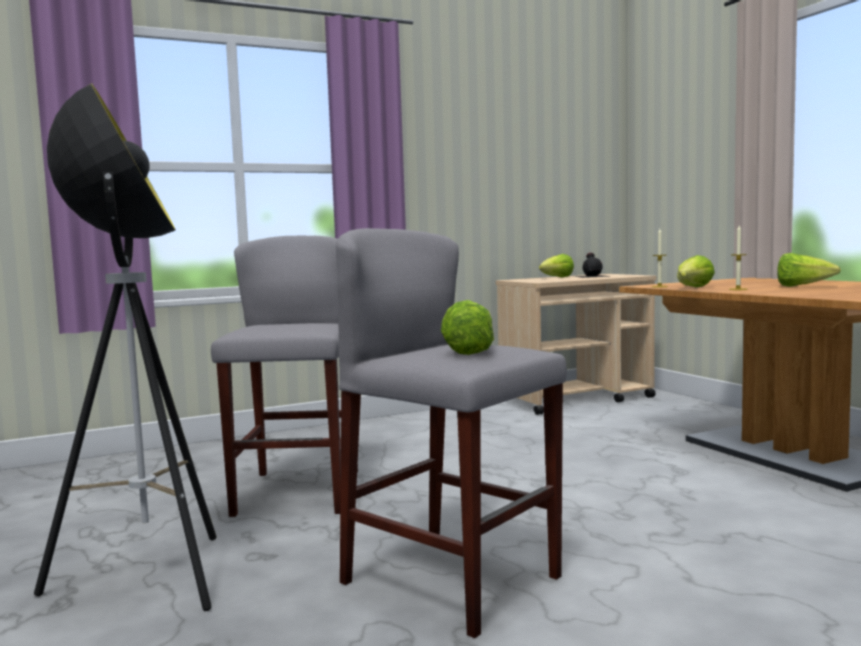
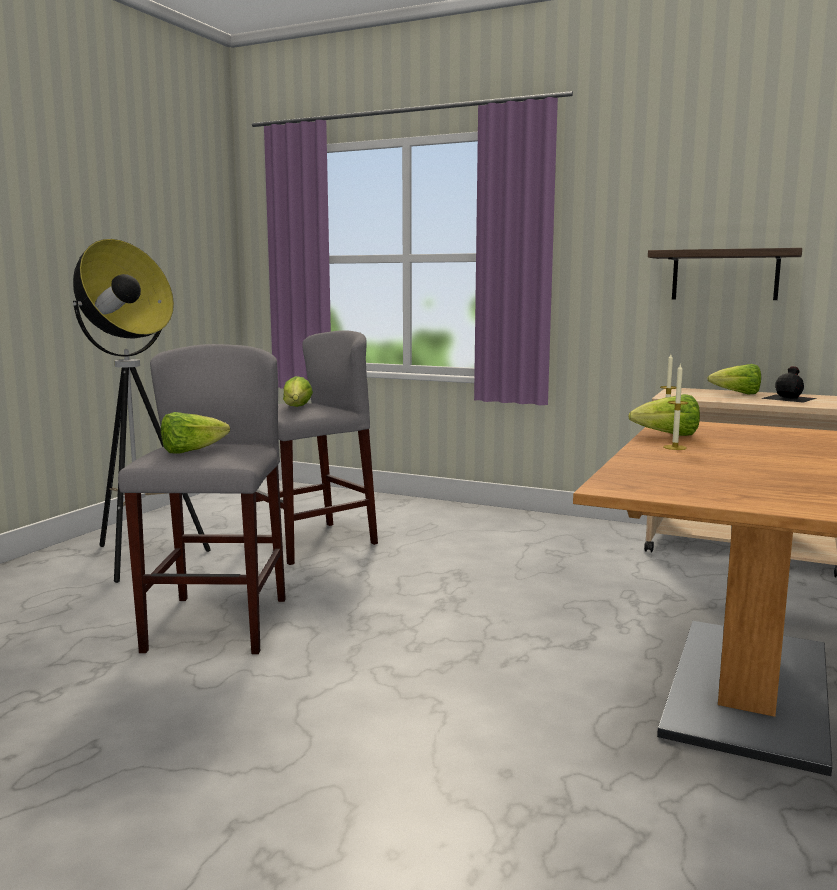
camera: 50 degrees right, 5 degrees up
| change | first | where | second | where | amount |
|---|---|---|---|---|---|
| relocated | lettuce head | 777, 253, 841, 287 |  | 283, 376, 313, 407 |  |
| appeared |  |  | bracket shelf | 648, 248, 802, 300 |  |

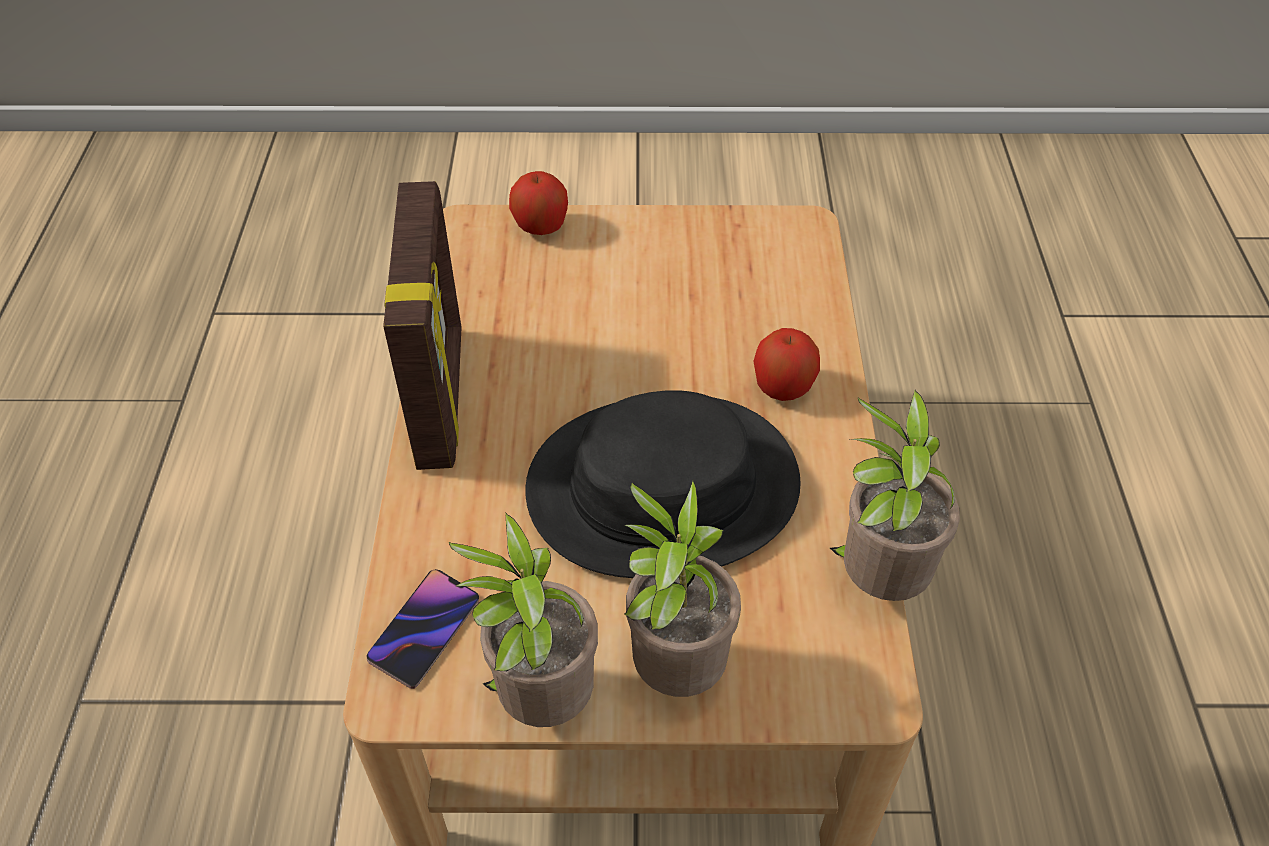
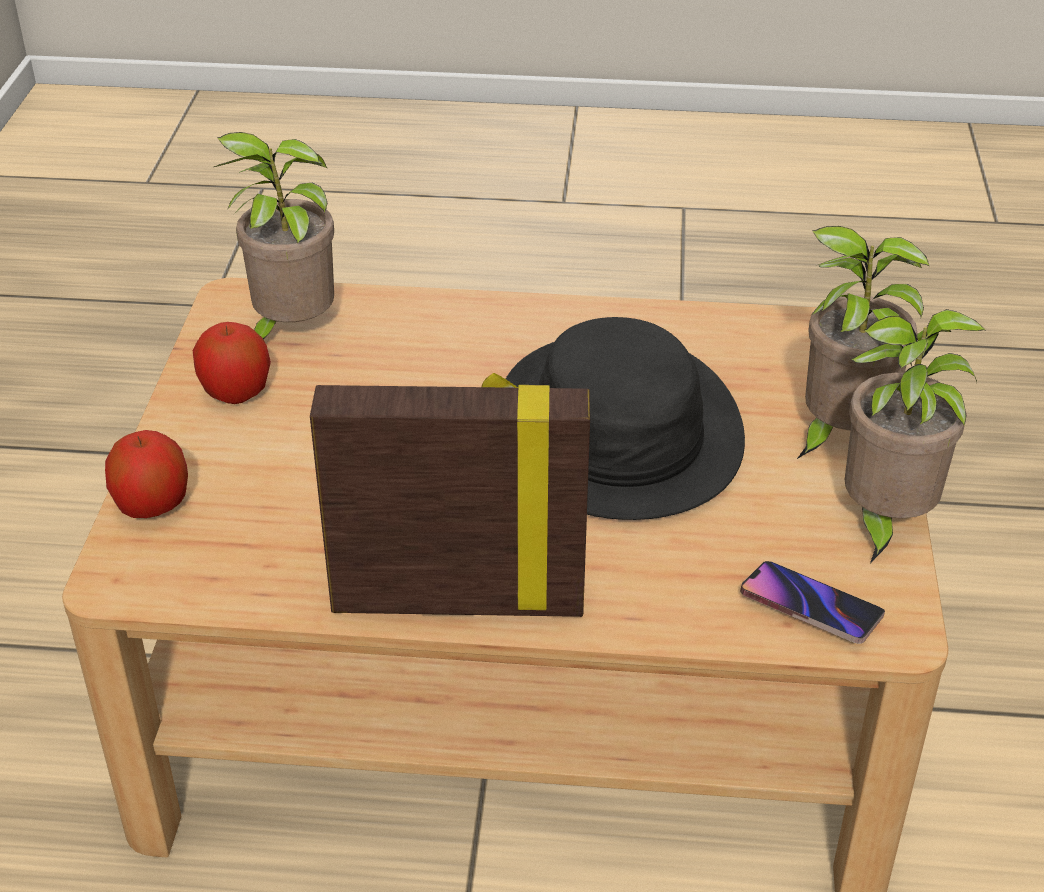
camera: 85 degrees left, 10 degrees down
| change | first | where | second | where | amount |
|---|---|---|---|---|---|
| relocated | apple fruit | 754, 328, 820, 401 |  | 193, 322, 271, 404 |  |
| relocated | houseplant | 830, 390, 960, 601 |  | 214, 132, 334, 339 |  |

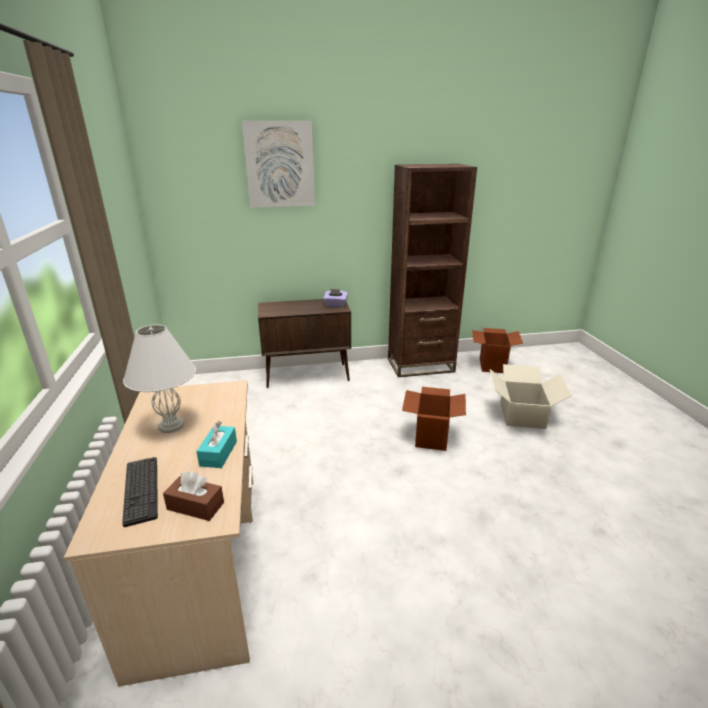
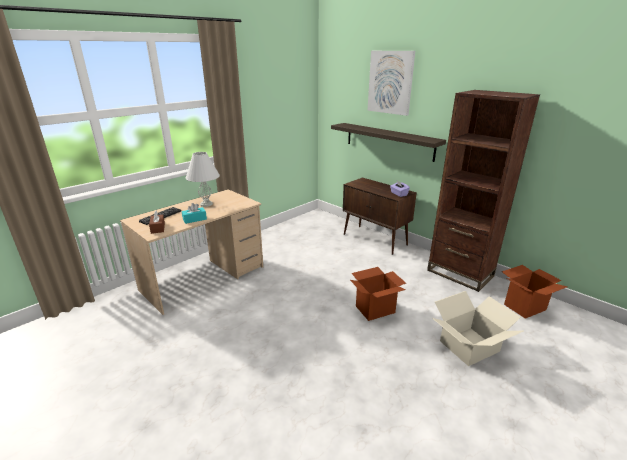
camera: 55 degrees right, 0 degrees up
| change | first | where | second | where | amount |
|---|---|---|---|---|---|
| appeared |  |  | bracket shelf | 331, 123, 446, 162 |  |

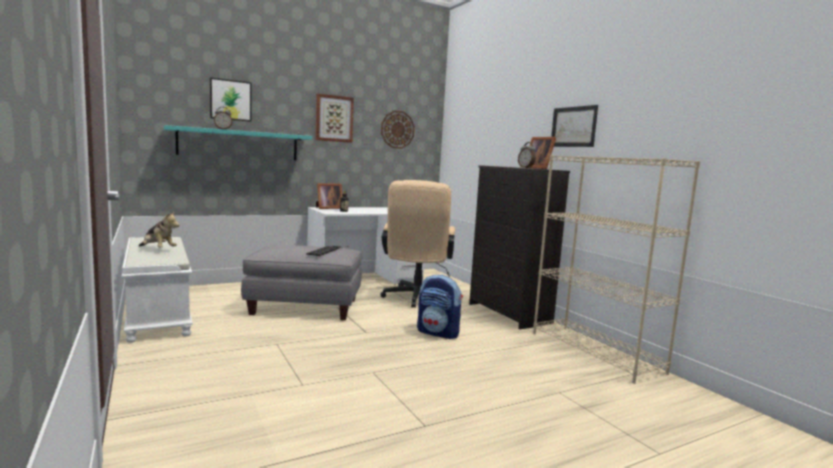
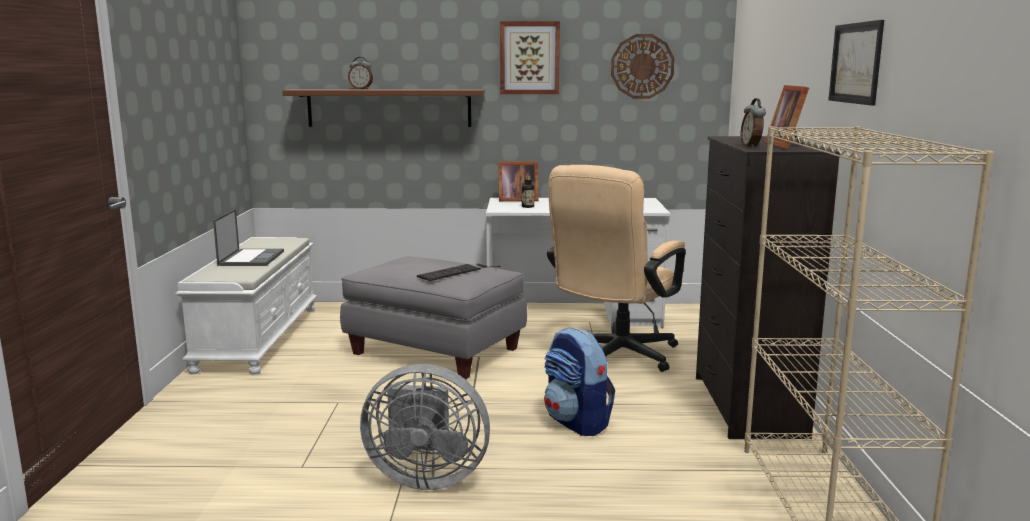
camera: 30 degrees right, 5 degrees up
| change | first | where | second | where | amount |
|---|---|---|---|---|---|
| exchanged | plush toy | 139, 211, 179, 247 | laptop | 213, 209, 284, 266 |  |
| colour | blue-green bracket shelf | 164, 125, 312, 160 | brown bracket shelf | 282, 89, 485, 127 |  |
| missing | wall picture | 210, 77, 252, 122 |  |  |  |
| appeared |  |  | gray cooling fan | 360, 364, 490, 490 |  |

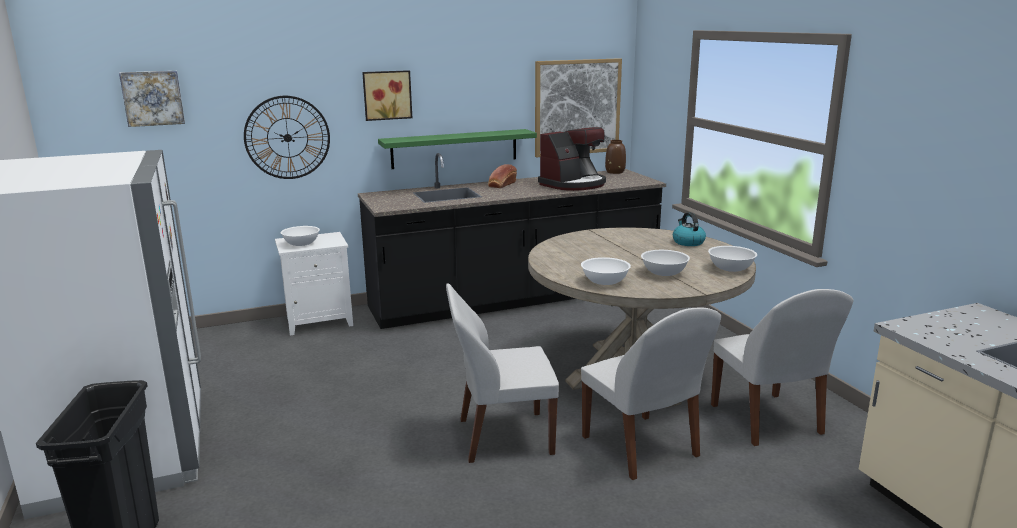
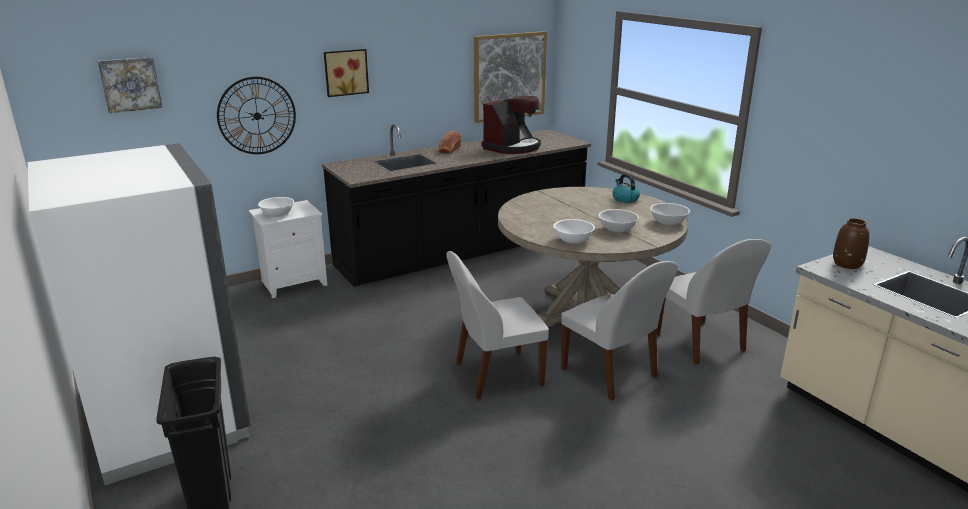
camera: 10 degrees left, 5 degrees up
| change | first | where | second | where | amount |
|---|---|---|---|---|---|
| missing | greenish bracket shelf | 378, 129, 537, 169 |  |  |  |
| relocated | brown vase | 605, 140, 626, 174 |  | 833, 218, 870, 269 |  |

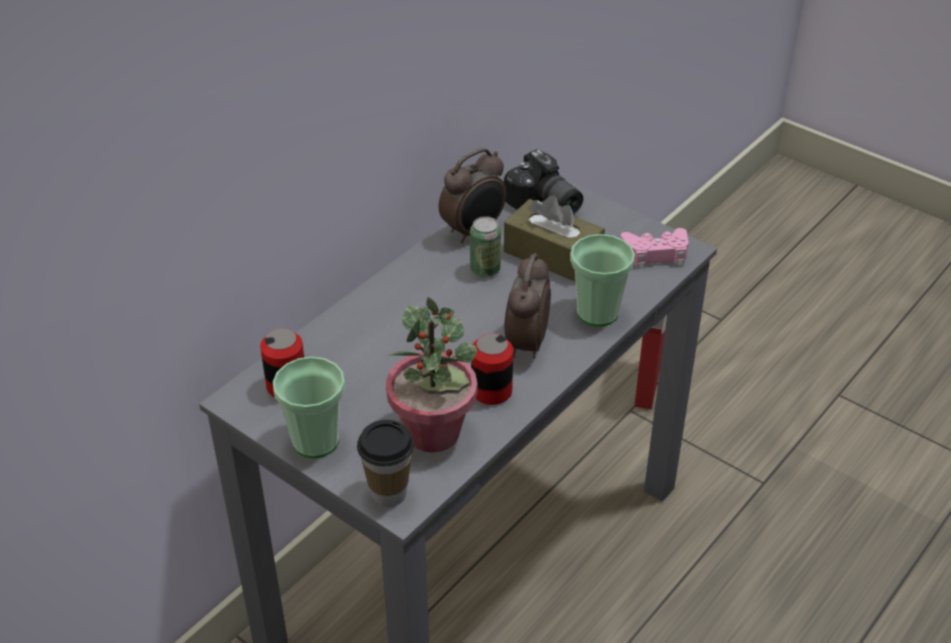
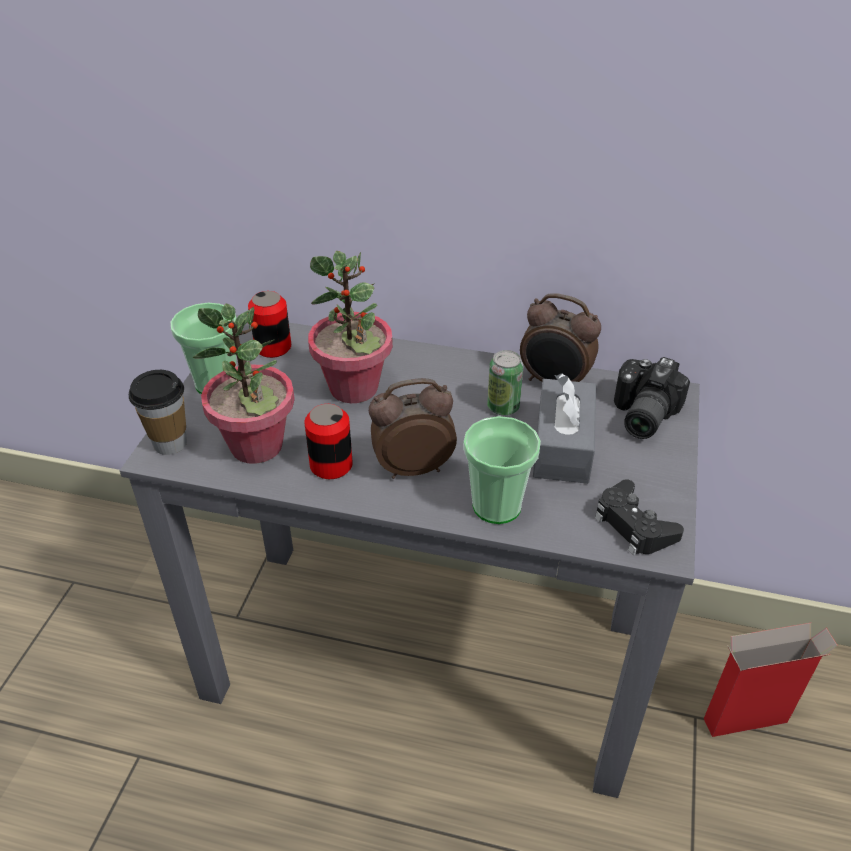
camera: 65 degrees right, 0 degrees up
| change | first | where | second | where | amount |
|---|---|---|---|---|---|
| colour | brown box of tissues | 504, 195, 605, 282 | gray box of tissues | 533, 373, 596, 484 |  |
| colour | pinkish game controller | 620, 228, 689, 269 | black-coloured game controller | 595, 479, 684, 555 |  |
| appeared |  |  | houseplant | 308, 251, 393, 403 |  |

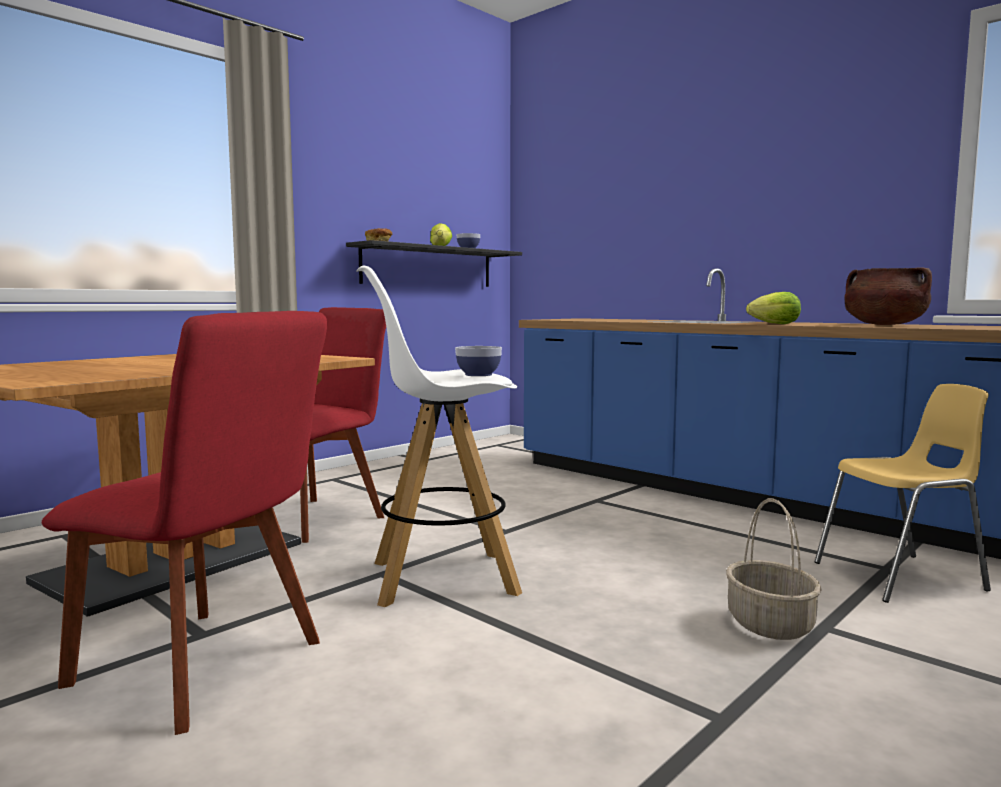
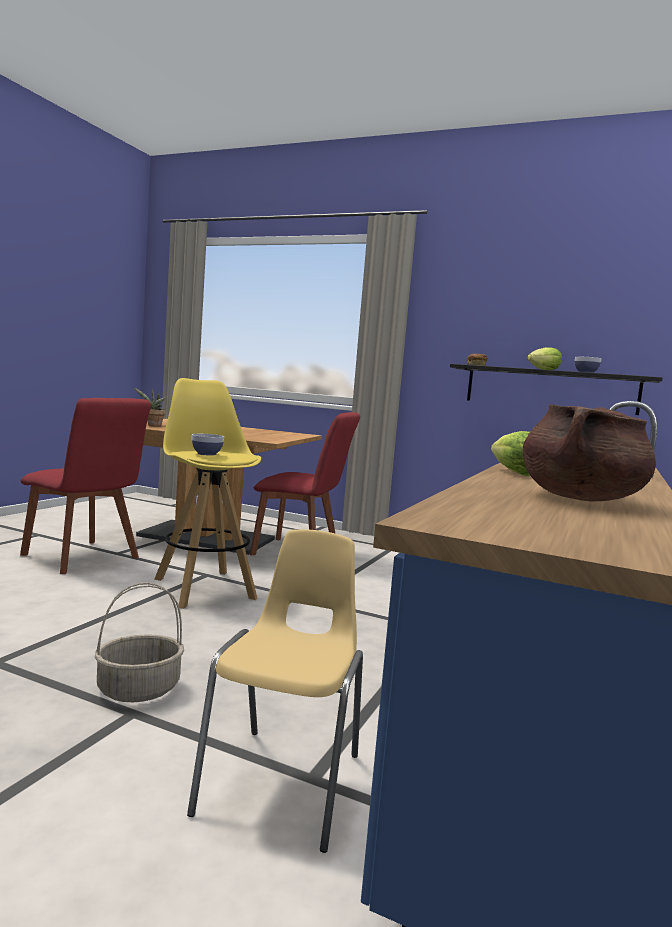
camera: 70 degrees right, 0 degrees up
| change | first | where | second | where | amount |
|---|---|---|---|---|---|
| spun | red-coloured plain chair | 42, 311, 327, 735 |  | 20, 398, 151, 574 | 60 degrees counterclockwise |
| colour | white-coloured stool seat | 356, 266, 522, 607 | yellow-coloured stool seat | 154, 378, 261, 609 |  |
| spun | yellow-coloured plain chair | 814, 384, 991, 603 |  | 187, 529, 363, 853 | 135 degrees counterclockwise |
| appeared |  |  | houseplant | 133, 387, 167, 426 |  |

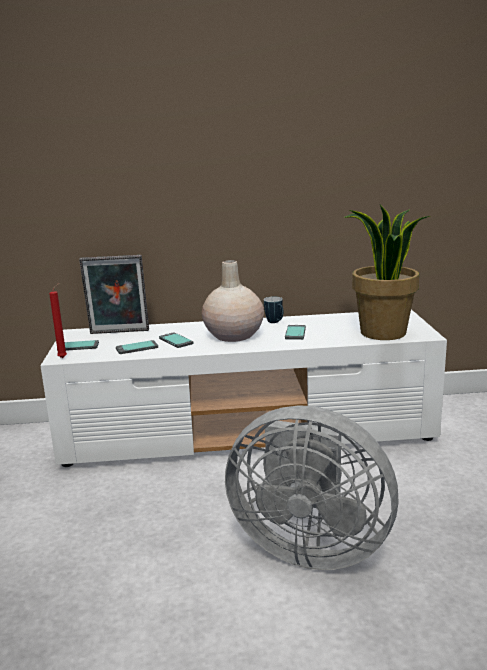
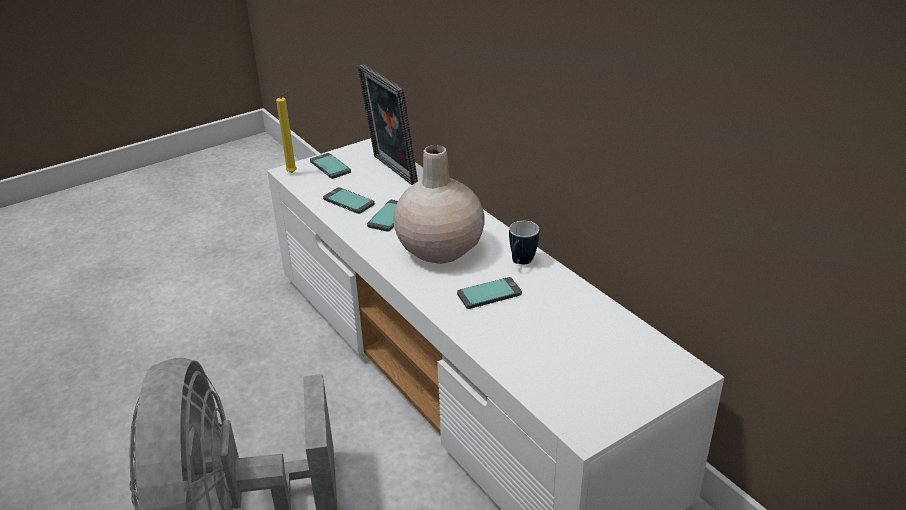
camera: 60 degrees right, 15 degrees up
| change | first | where | second | where | amount |
|---|---|---|---|---|---|
| colour | red-coloured wax candle | 49, 283, 67, 358 | yellow-coloured wax candle | 276, 91, 297, 173 |  |
| missing | houseplant | 344, 204, 430, 340 |  |  |  |

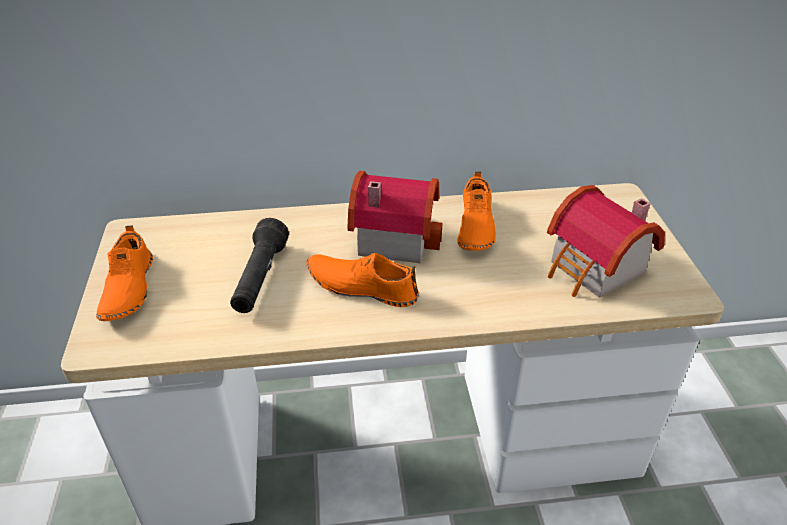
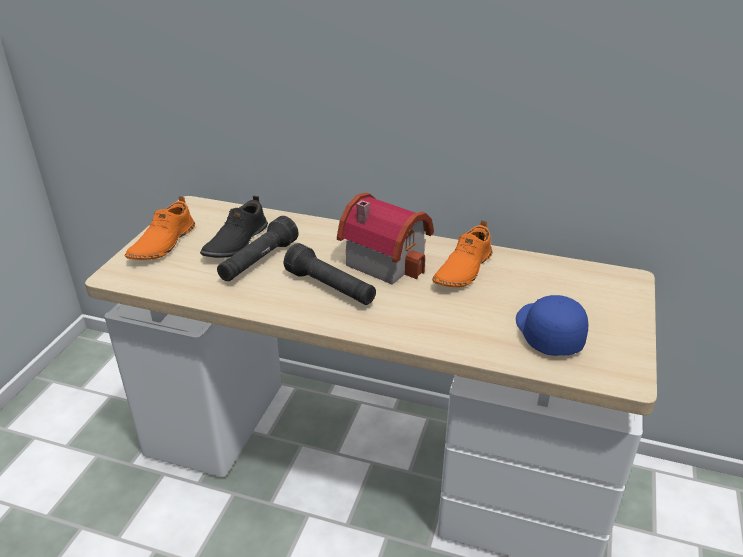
camera: 25 degrees right, 5 degrees down
| change | first | where | second | where | amount |
|---|---|---|---|---|---|
| exchanged | orange shoe | 306, 253, 419, 307 | black-coloured hand torch | 284, 243, 376, 305 |  |
| exchanged | miniature house | 547, 185, 665, 298 | bluish cap | 516, 295, 588, 356 |  |
| appeared |  |  | black-coloured shoe | 200, 195, 268, 258 |  |

